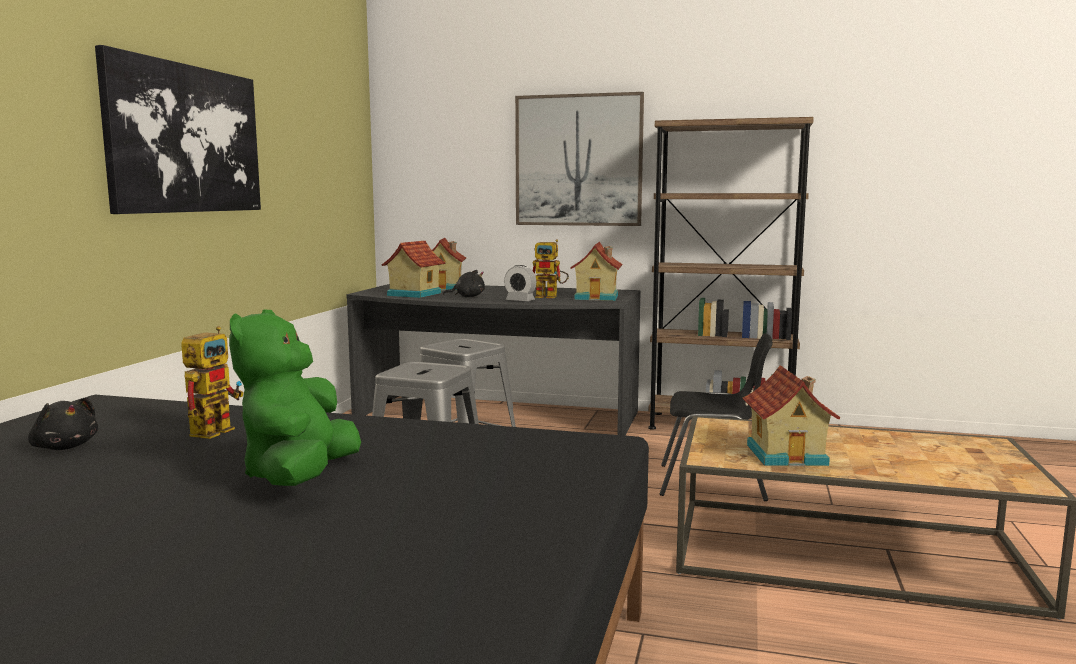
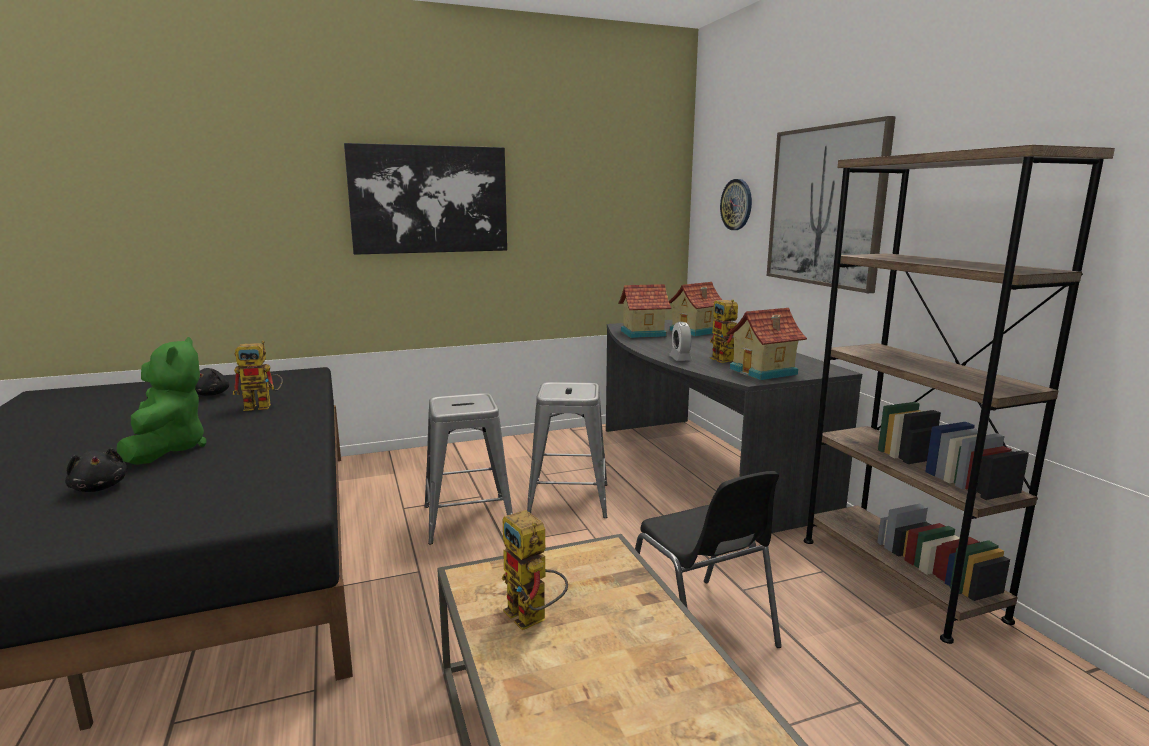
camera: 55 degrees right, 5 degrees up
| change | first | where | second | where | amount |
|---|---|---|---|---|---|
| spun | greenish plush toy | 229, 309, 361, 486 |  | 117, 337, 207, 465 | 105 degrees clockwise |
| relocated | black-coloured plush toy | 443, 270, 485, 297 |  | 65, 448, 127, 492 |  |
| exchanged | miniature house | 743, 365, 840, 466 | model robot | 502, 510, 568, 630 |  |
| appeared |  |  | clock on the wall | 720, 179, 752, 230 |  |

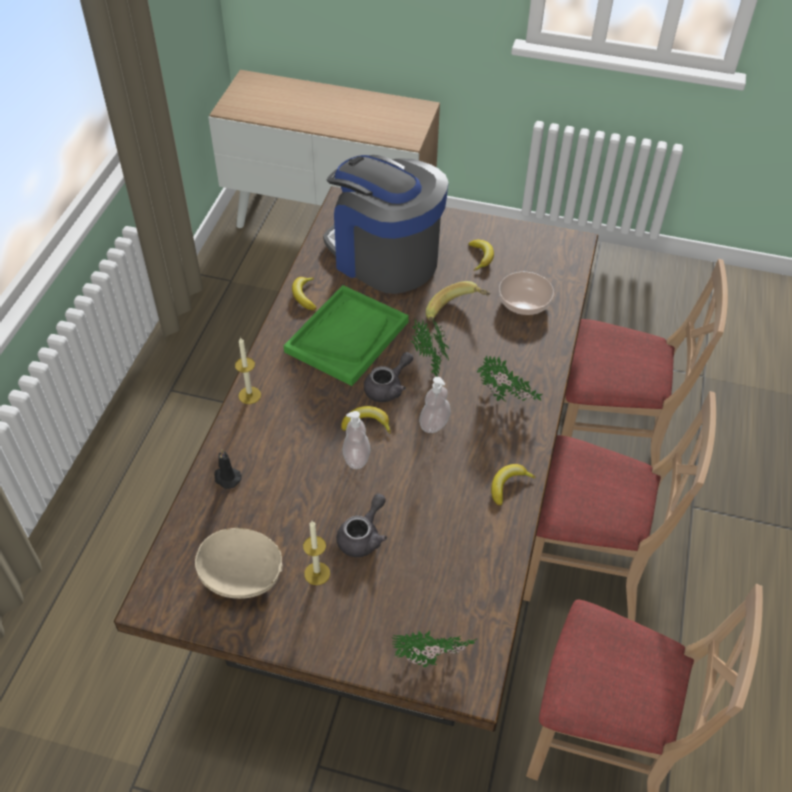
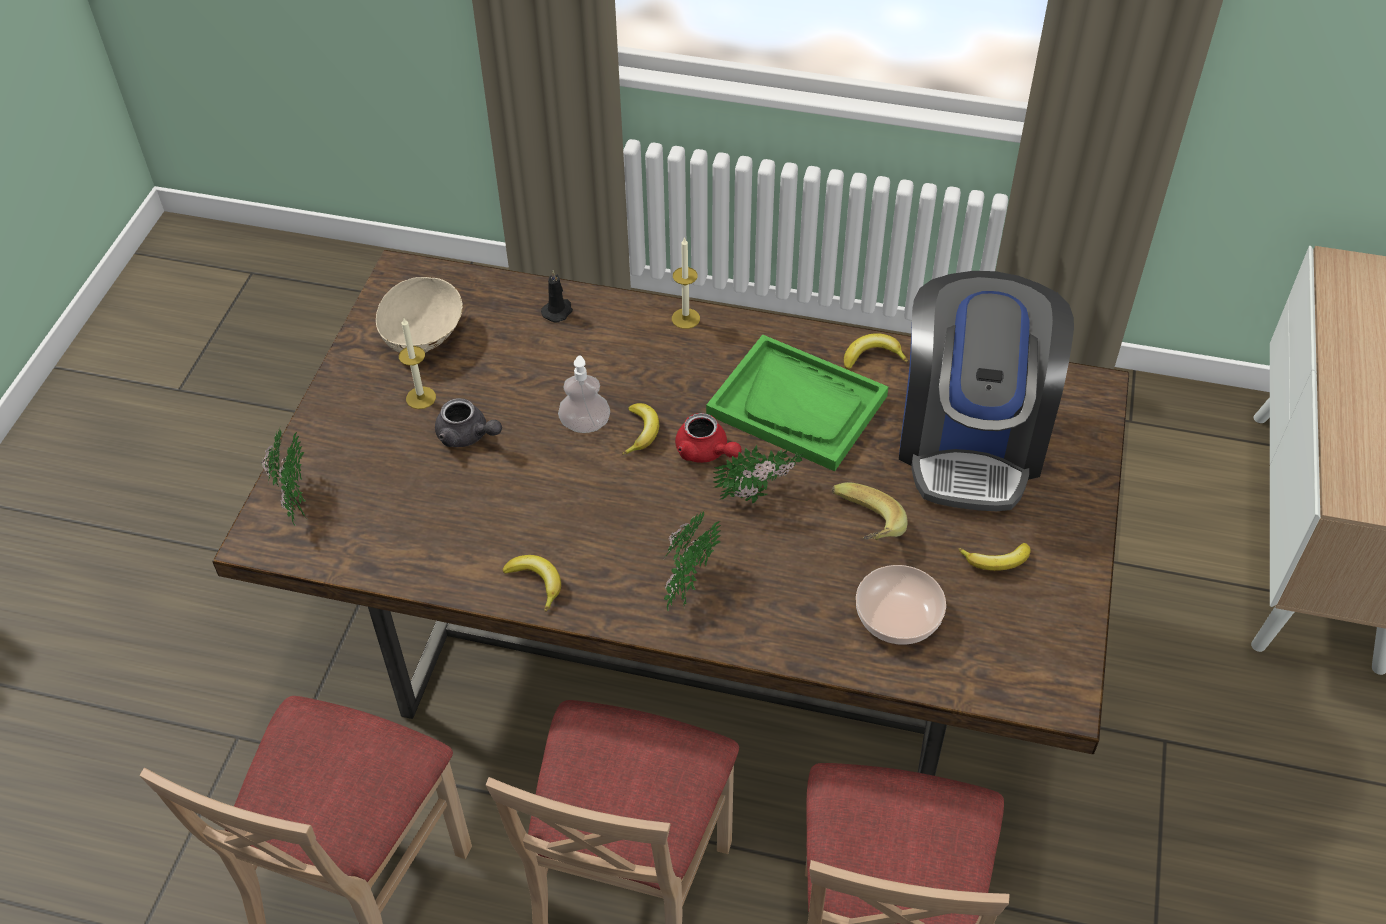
camera: 90 degrees right, 0 degrees up
| change | first | where | second | where | amount |
|---|---|---|---|---|---|
| spun | coffee brewer | 323, 155, 449, 294 |  | 899, 271, 1074, 511 | 150 degrees clockwise |
| colour | gray tea pot | 364, 352, 413, 402 | red-coloured tea pot | 675, 413, 742, 463 |  |
| missing | soap bottle | 419, 377, 451, 433 |  |  |  |

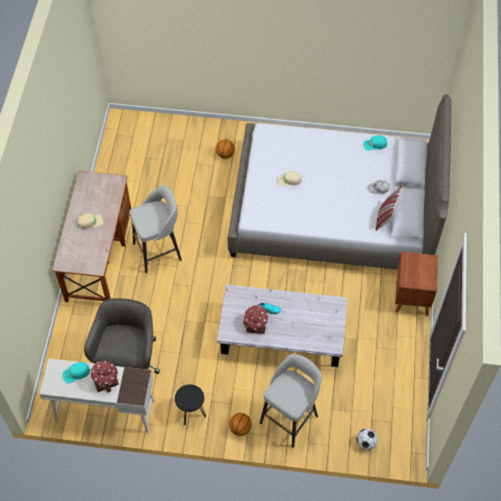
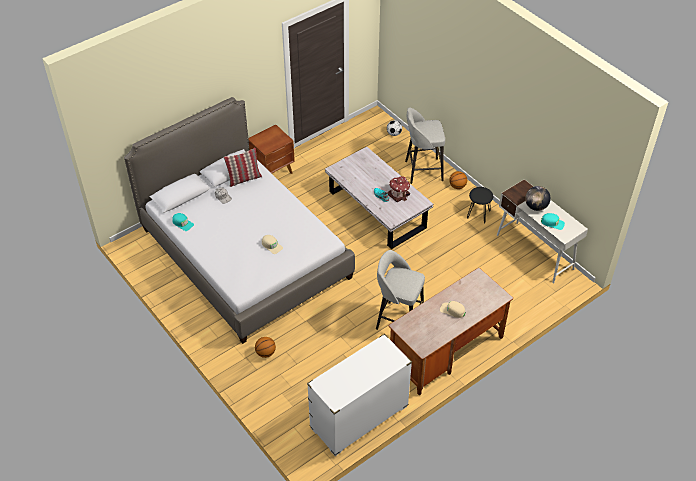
camera: 135 degrees left, 10 degrees down
| change | first | where | second | where | amount |
|---|---|---|---|---|---|
| missing | gray office chair | 84, 298, 160, 374 |  |  |  |
| exchanged | miniature house | 91, 361, 119, 393 | desk globe | 525, 186, 551, 211 |  |
| appeared |  |  | white-coloured chest of drawers | 307, 334, 412, 456 |  |

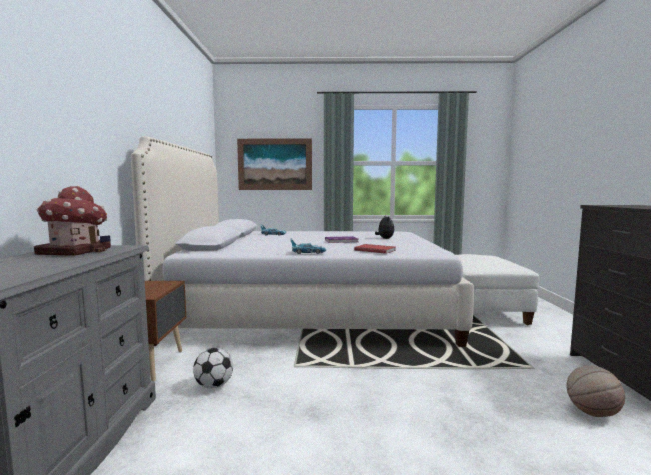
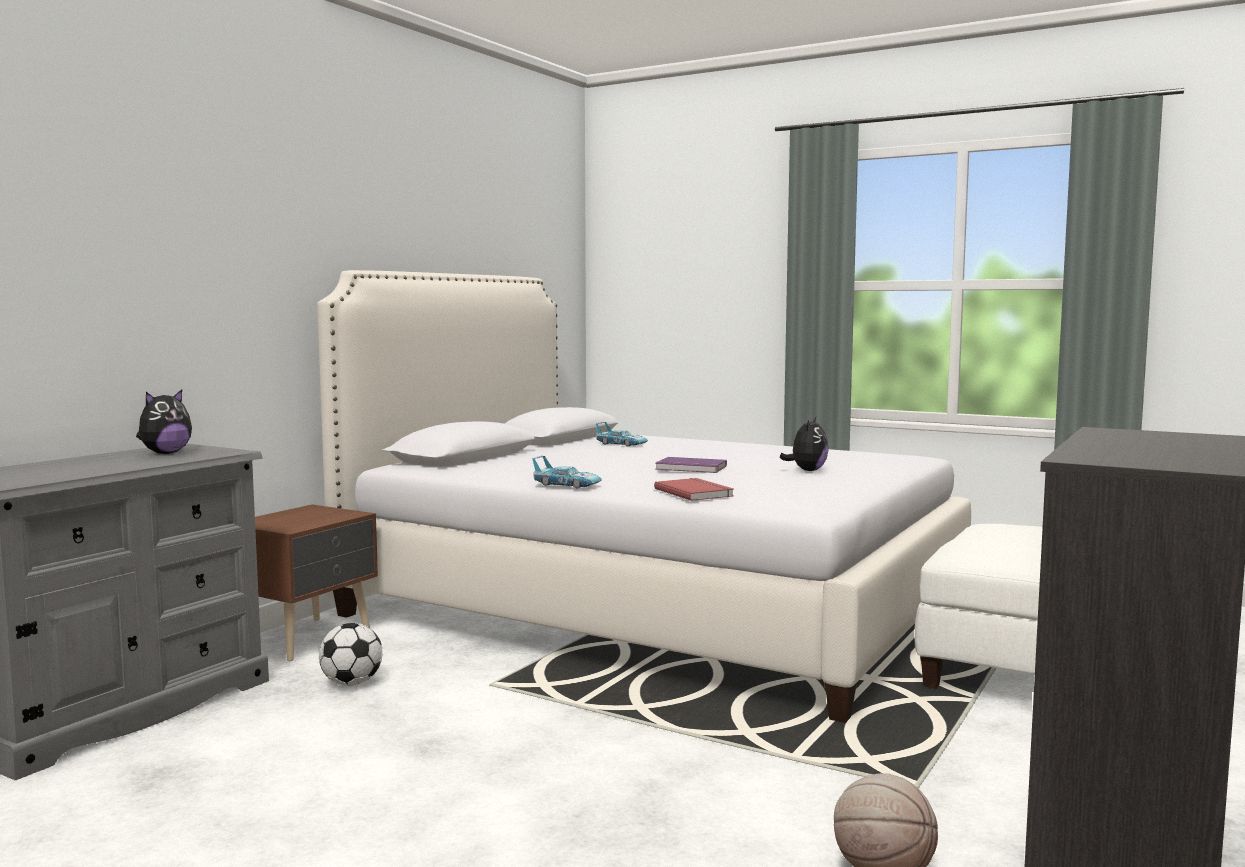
camera: 30 degrees right, 0 degrees up
| change | first | where | second | where | amount |
|---|---|---|---|---|---|
| exchanged | miniature house | 34, 186, 111, 256 | plush toy | 136, 390, 192, 454 |  |
| missing | wall picture | 237, 139, 312, 190 |  |  |  |

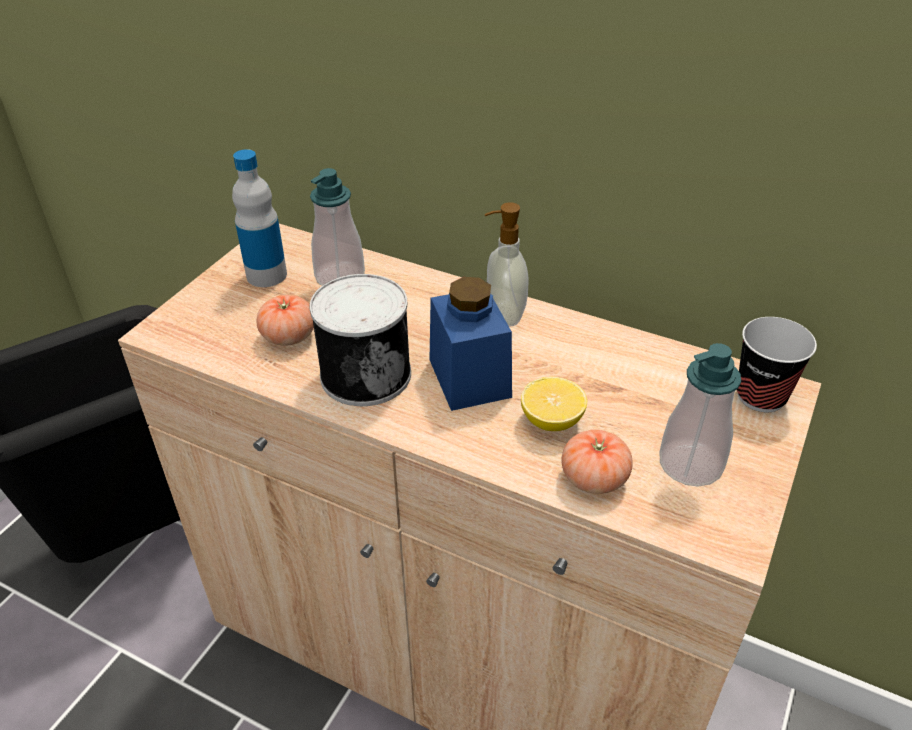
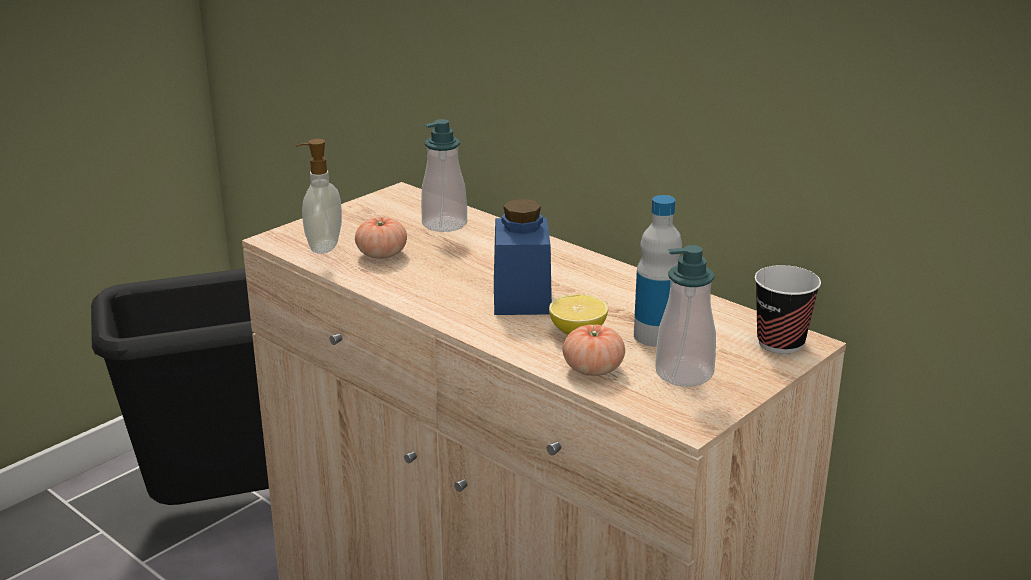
camera: 15 degrees right, 15 degrees down
| change | first | where | second | where | amount |
|---|---|---|---|---|---|
| relocated | drink bottle | 232, 149, 287, 287 |  | 634, 195, 682, 347 |  |
| missing | can | 309, 274, 411, 406 |  |  |  |
| relocated | soap bottle | 485, 202, 529, 327 |  | 296, 139, 342, 254 |  |

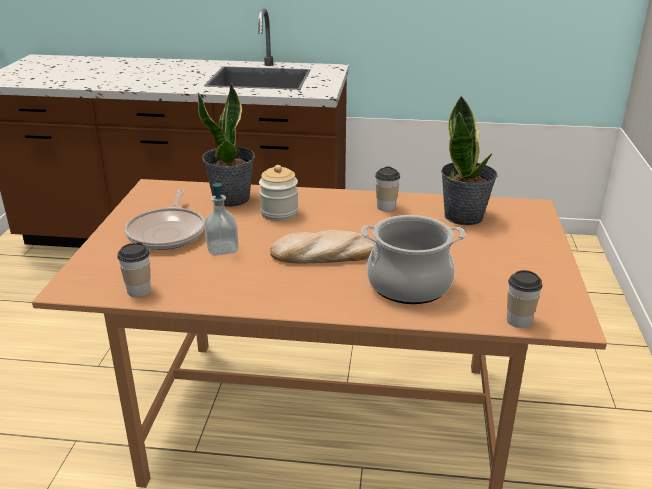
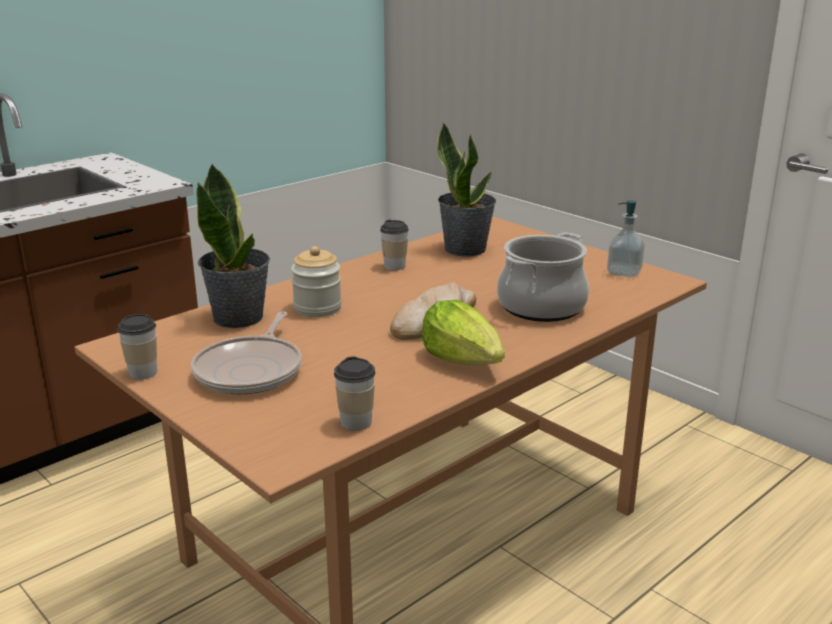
camera: 50 degrees left, 5 degrees down
| change | first | where | second | where | amount |
|---|---|---|---|---|---|
| spun | skillet | 125, 189, 205, 250 |  | 191, 311, 302, 394 | 60 degrees clockwise |
| relocated | soap bottle | 204, 183, 239, 256 |  | 607, 200, 645, 278 |  |
| relocated | small cup | 507, 270, 543, 328 |  | 117, 314, 157, 380 |  |
| appeared |  |  | lettuce head | 422, 300, 505, 365 |  |

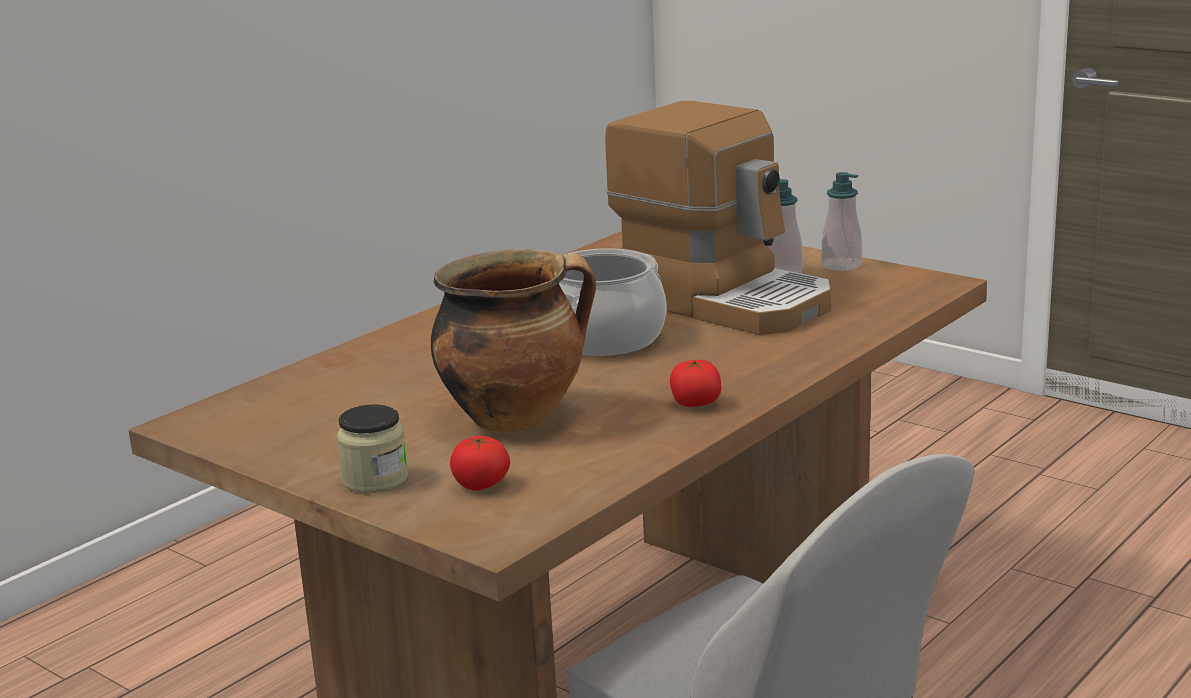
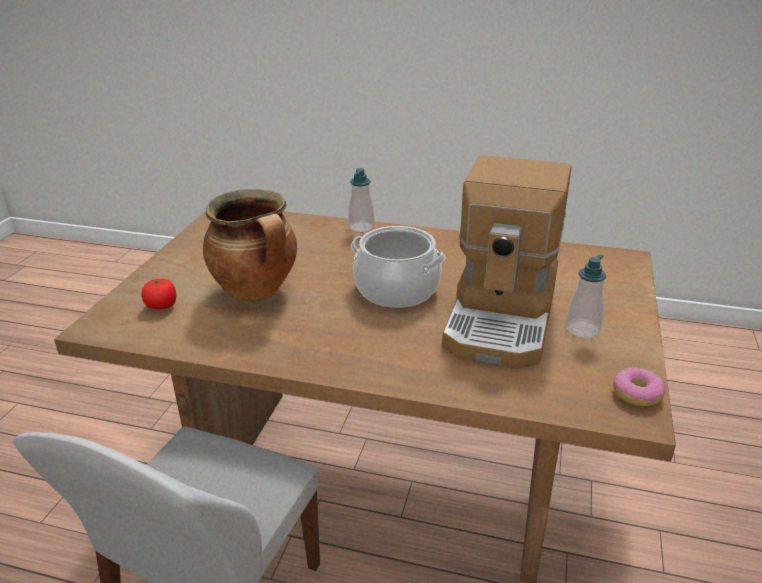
camera: 65 degrees right, 10 degrees up
| change | first | where | second | where | amount |
|---|---|---|---|---|---|
| missing | preserve jar | 337, 405, 408, 493 |  |  |  |
| missing | tomato | 670, 360, 721, 407 |  |  |  |
| relocated | soap bottle | 821, 172, 862, 271 |  | 348, 168, 374, 232 |  |
| appeared |  |  | ring doughnut | 613, 367, 666, 406 |  |

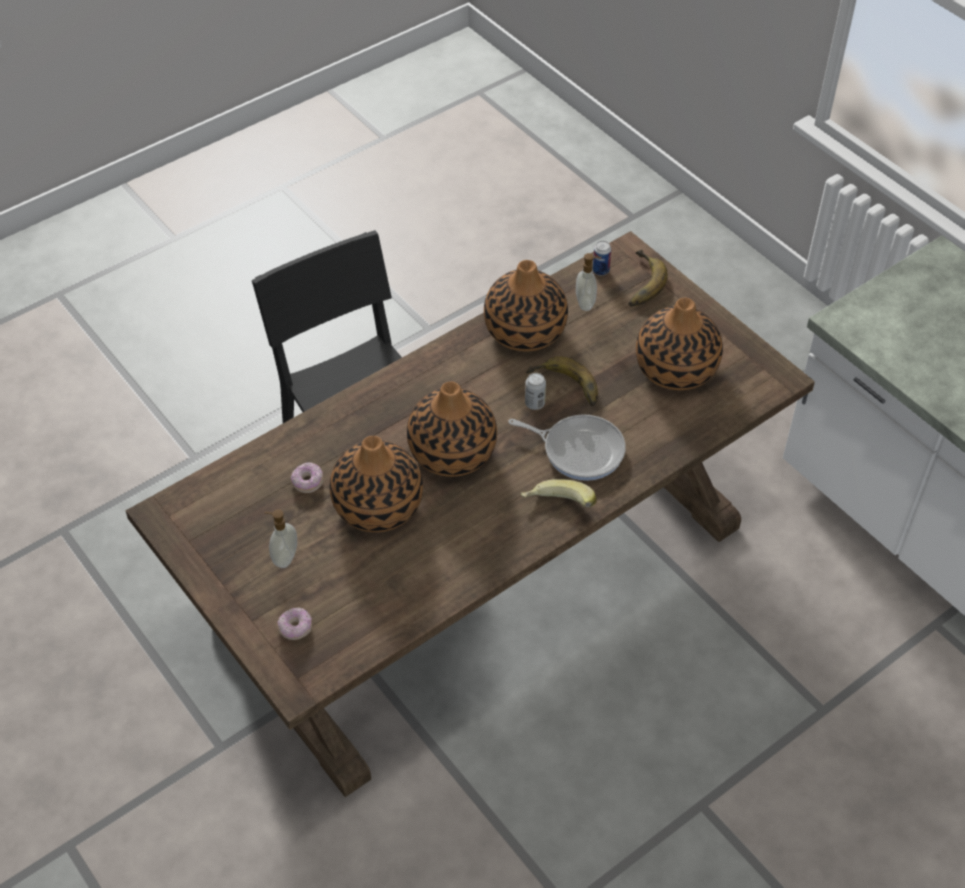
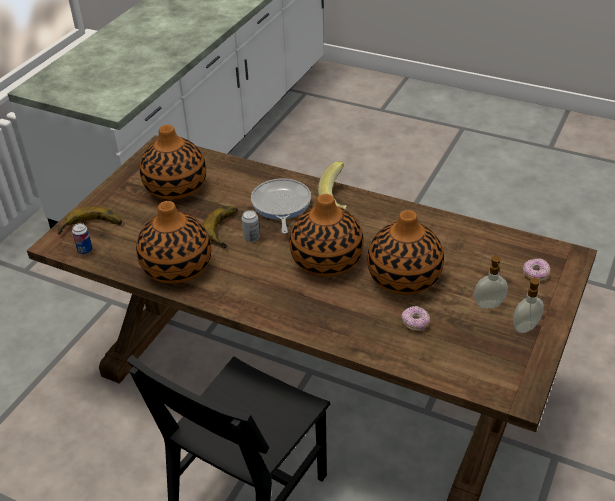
camera: 115 degrees left, 10 degrees down
| change | first | where | second | where | amount |
|---|---|---|---|---|---|
| relocated | soap bottle | 576, 253, 601, 311 |  | 513, 276, 544, 333 |  |

